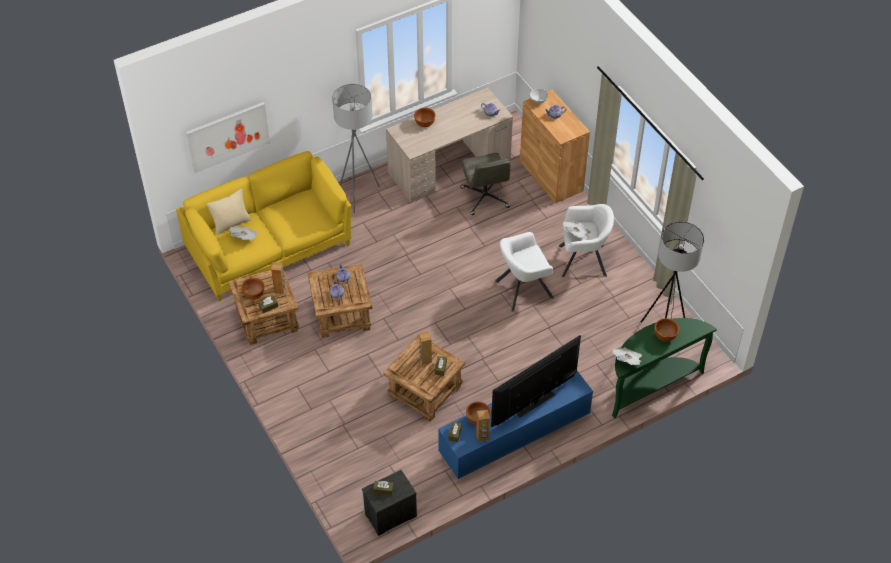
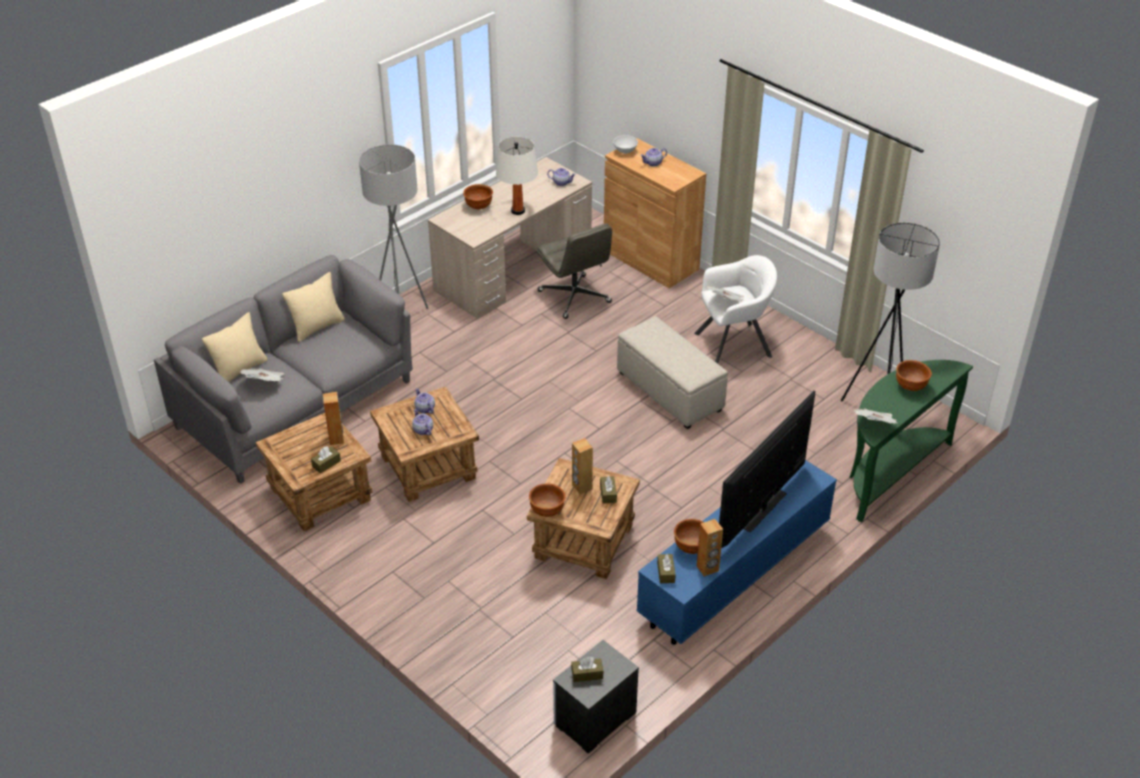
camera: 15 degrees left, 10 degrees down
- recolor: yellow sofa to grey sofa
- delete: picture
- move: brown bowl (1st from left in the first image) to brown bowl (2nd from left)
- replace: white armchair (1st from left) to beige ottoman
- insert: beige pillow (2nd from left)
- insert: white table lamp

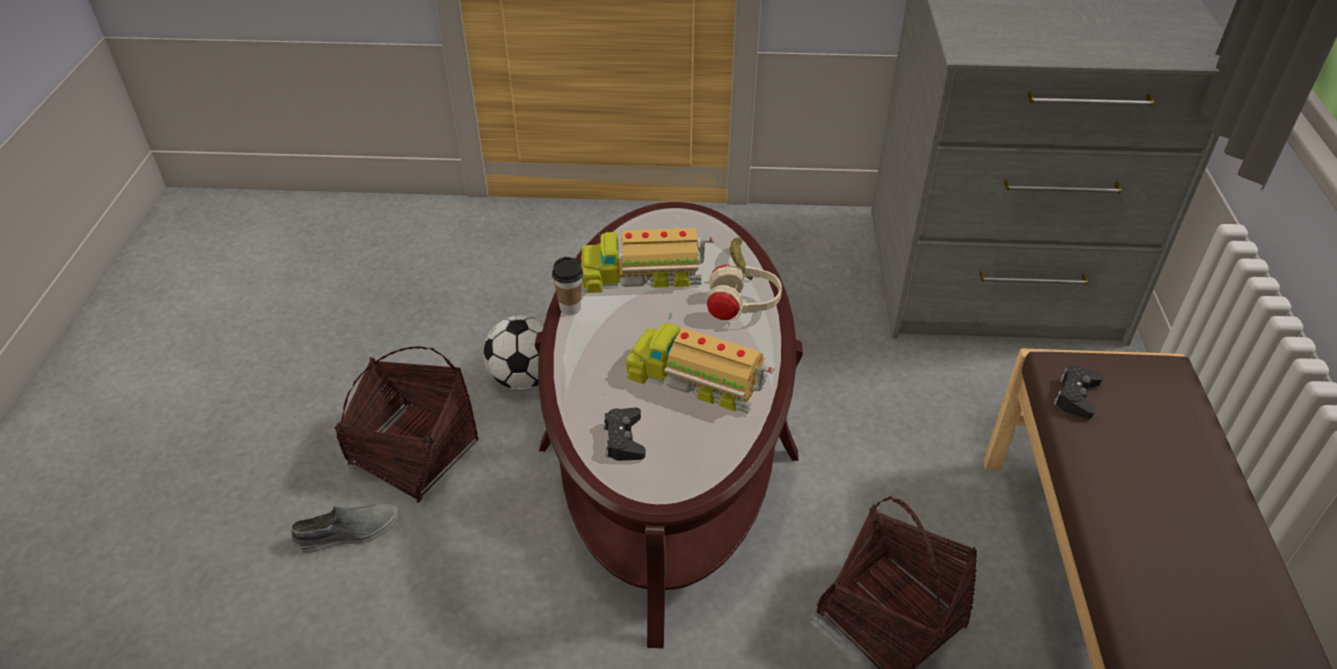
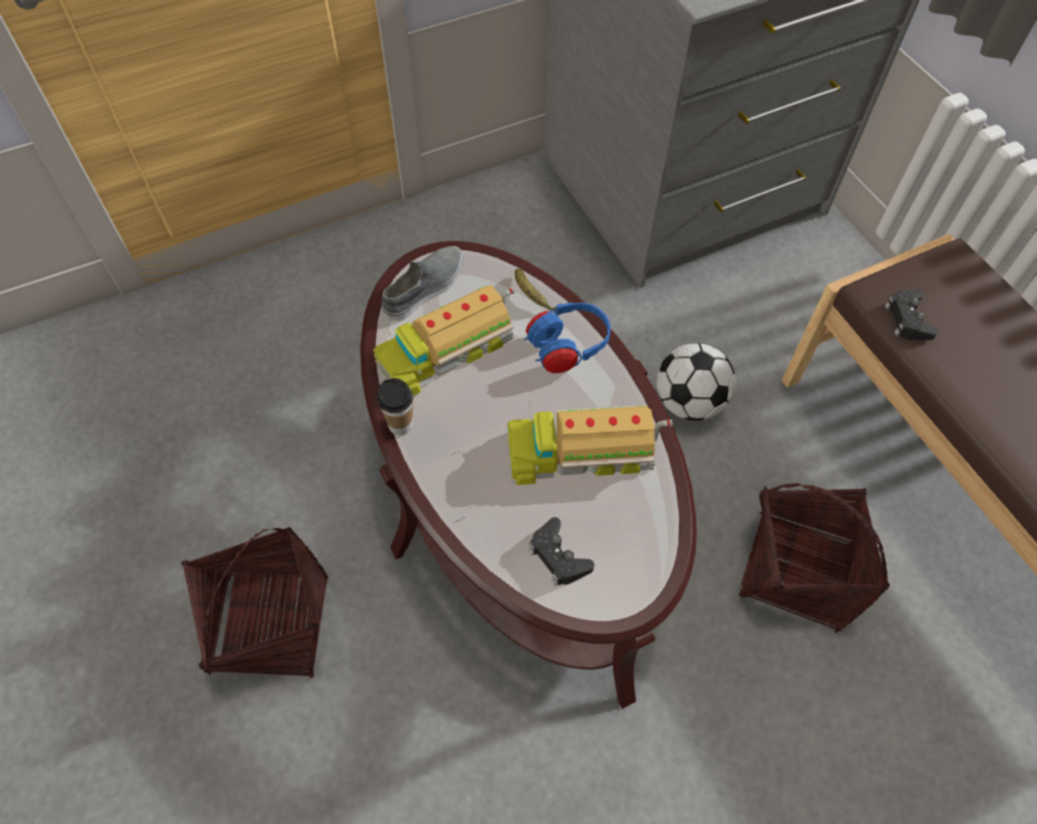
camera: 30 degrees left, 15 degrees up
- move: grey shoe
- move: football
- recolor: beige headphones to blue headphones

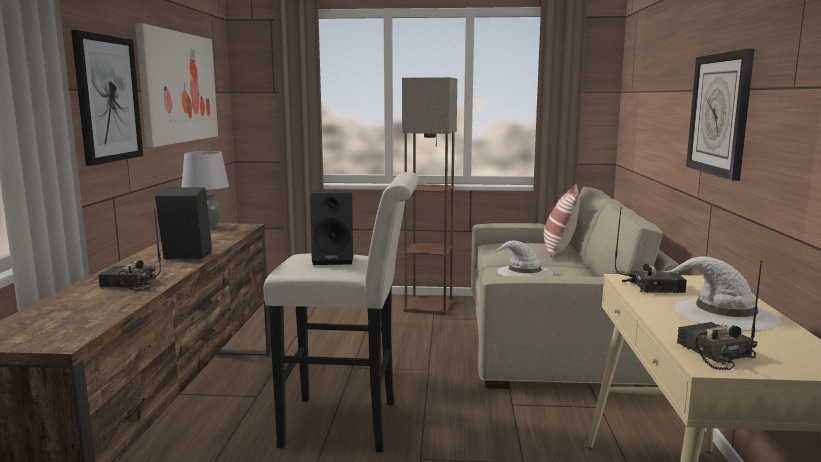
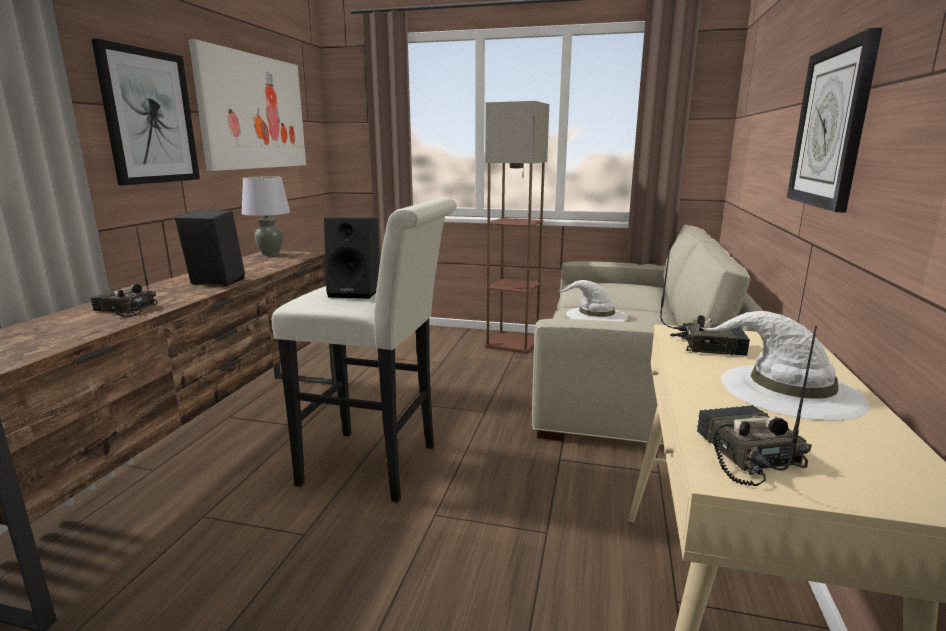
camera: 10 degrees right, 5 degrees up
- delete: pillow

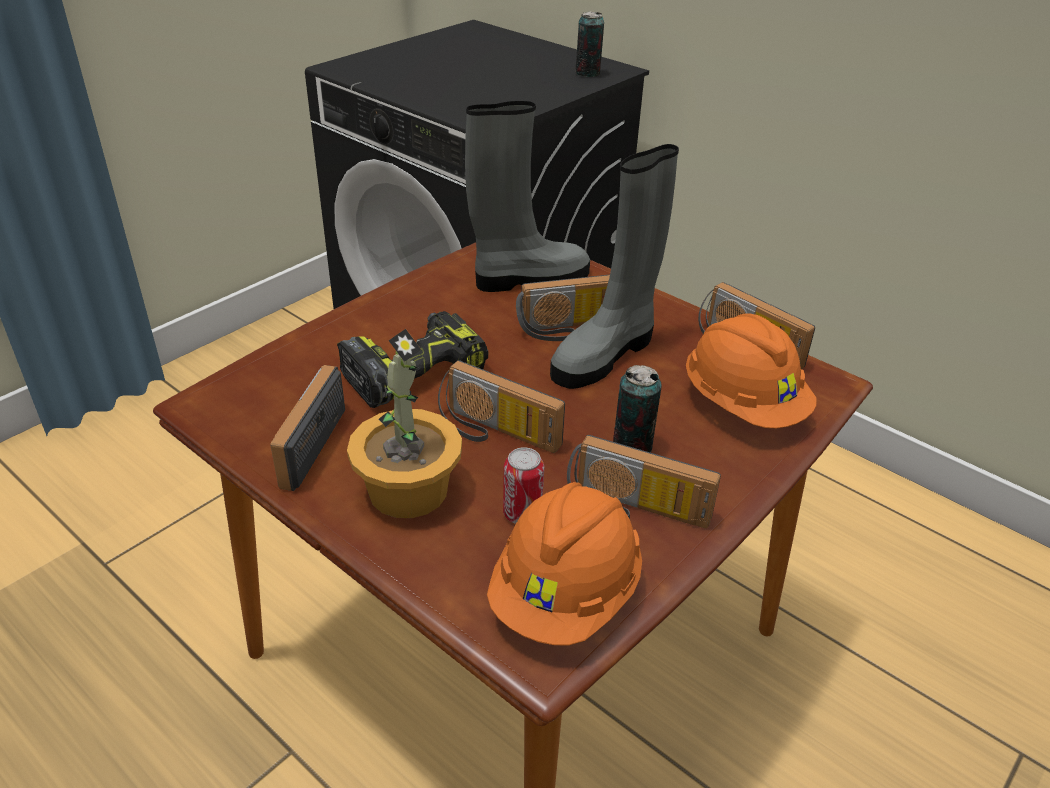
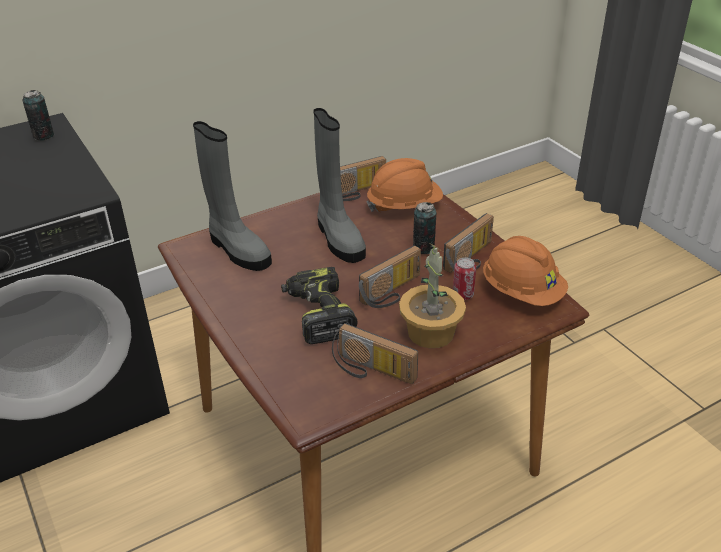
camera: 70 degrees left, 0 degrees up
- rotate: grey boot (1st from left) 135 degrees clockwise
- delete: radio (3rd from left)

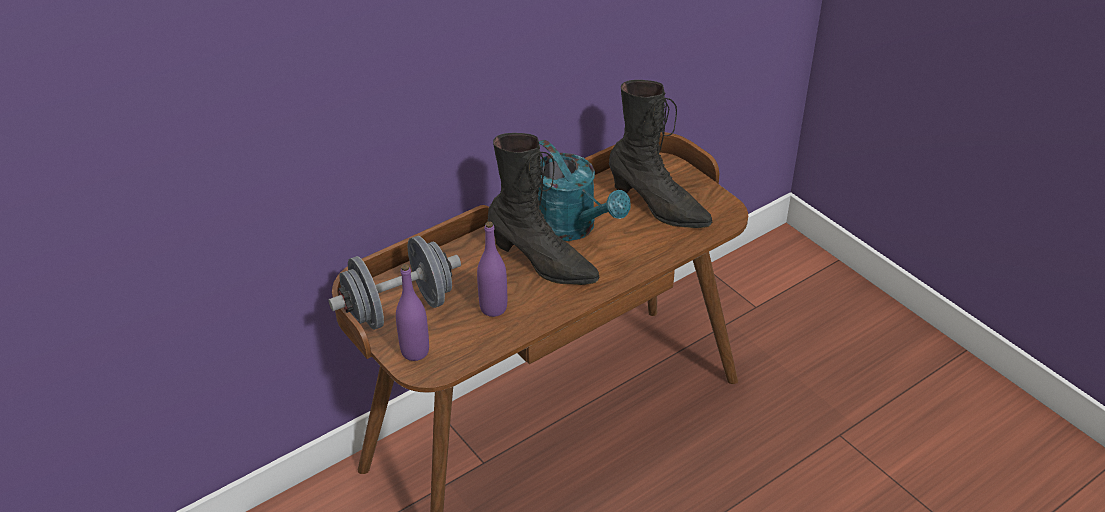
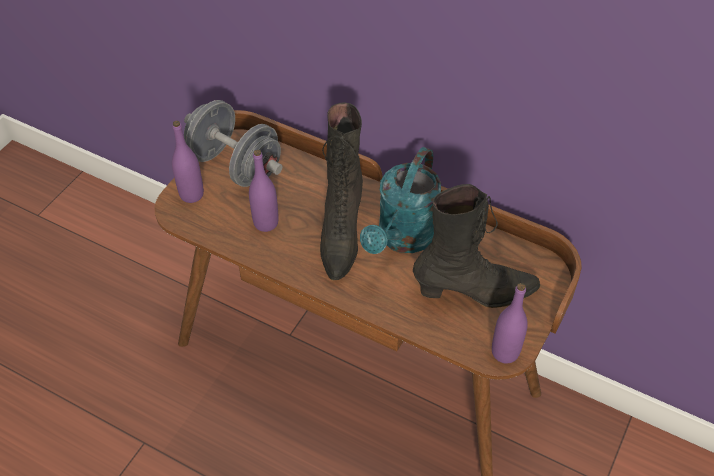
camera: 65 degrees right, 10 degrees up
- rotate: black boot (2nd from left) 105 degrees counterclockwise
- insert: purple bottle (3rd from left)

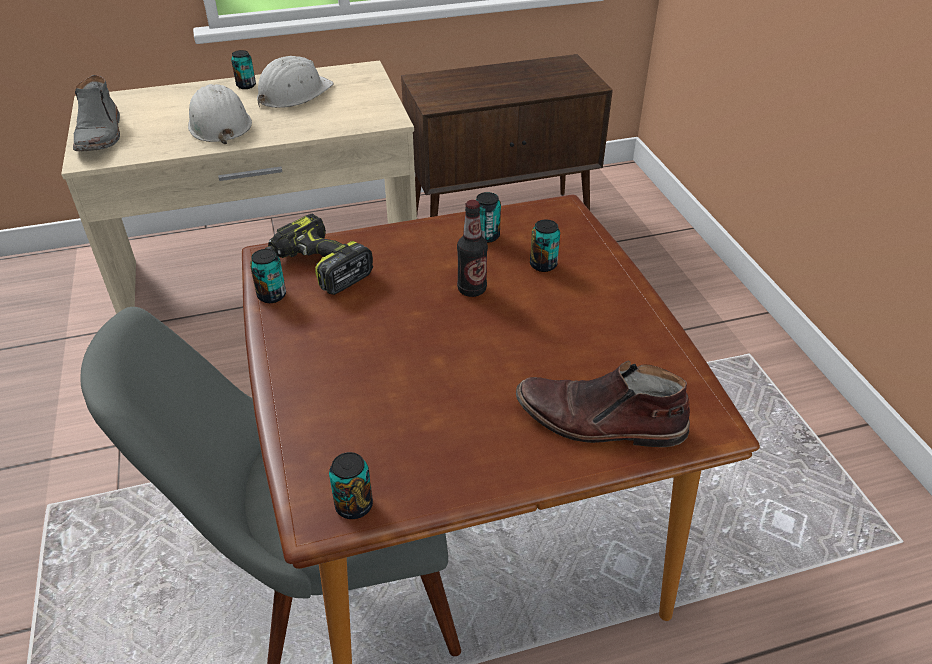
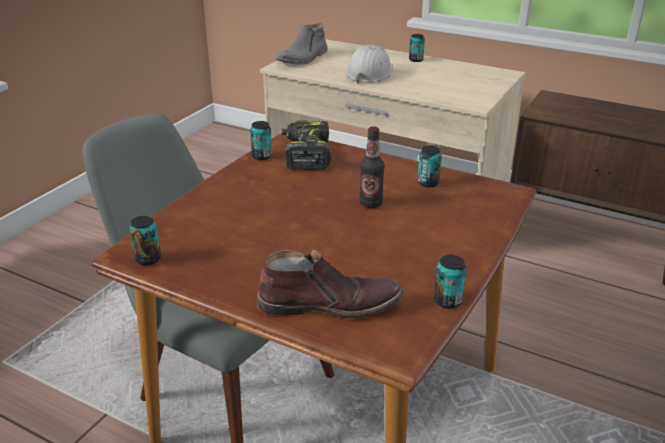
camera: 45 degrees right, 10 degrees down
- delete: white hard hat (2nd from left)
- rotate: brown boot 120 degrees clockwise
- move: can (5th from left)

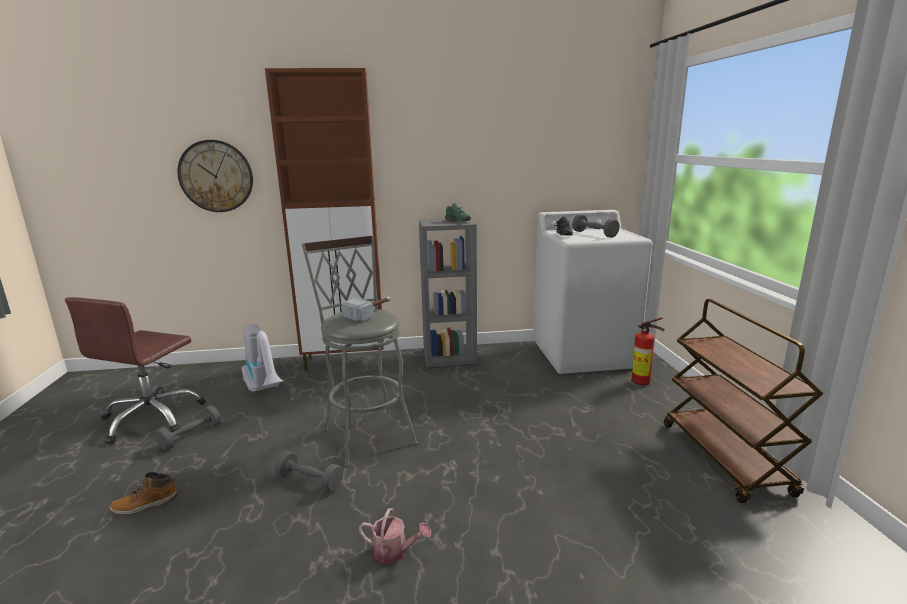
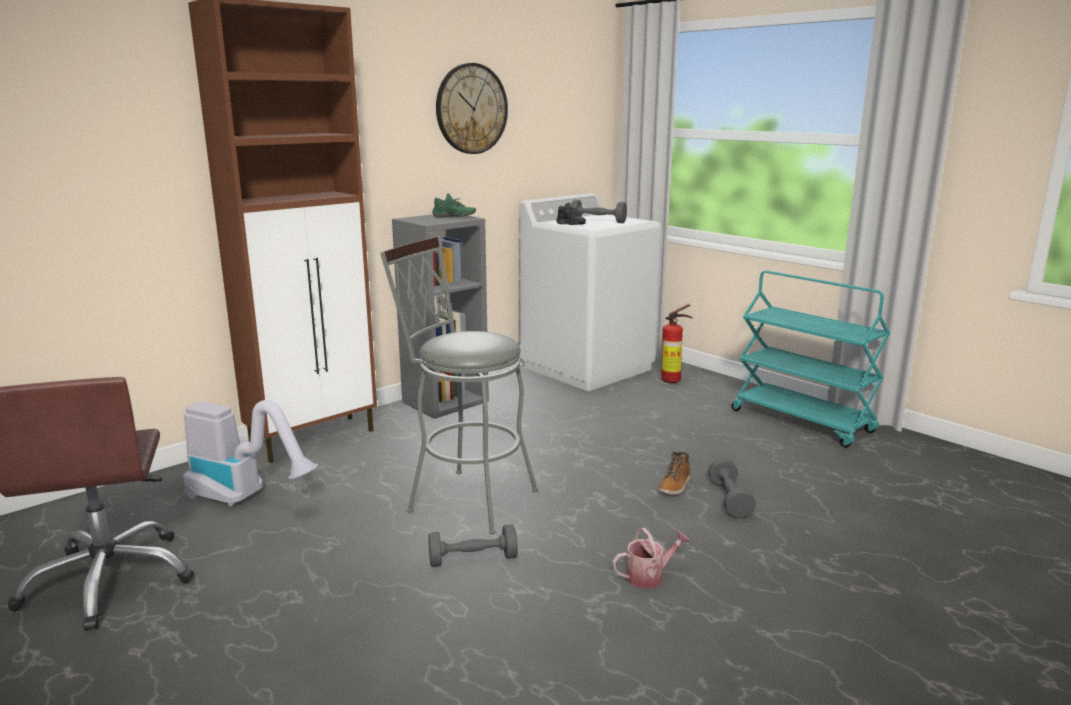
camera: 35 degrees left, 0 degrees up
- move: boot
- move: grey dumbbell (1st from left in the first image) to grey dumbbell (3rd from left)
- move: wall clock
- delete: hammer
- recolor: brown cart to turquoise cart

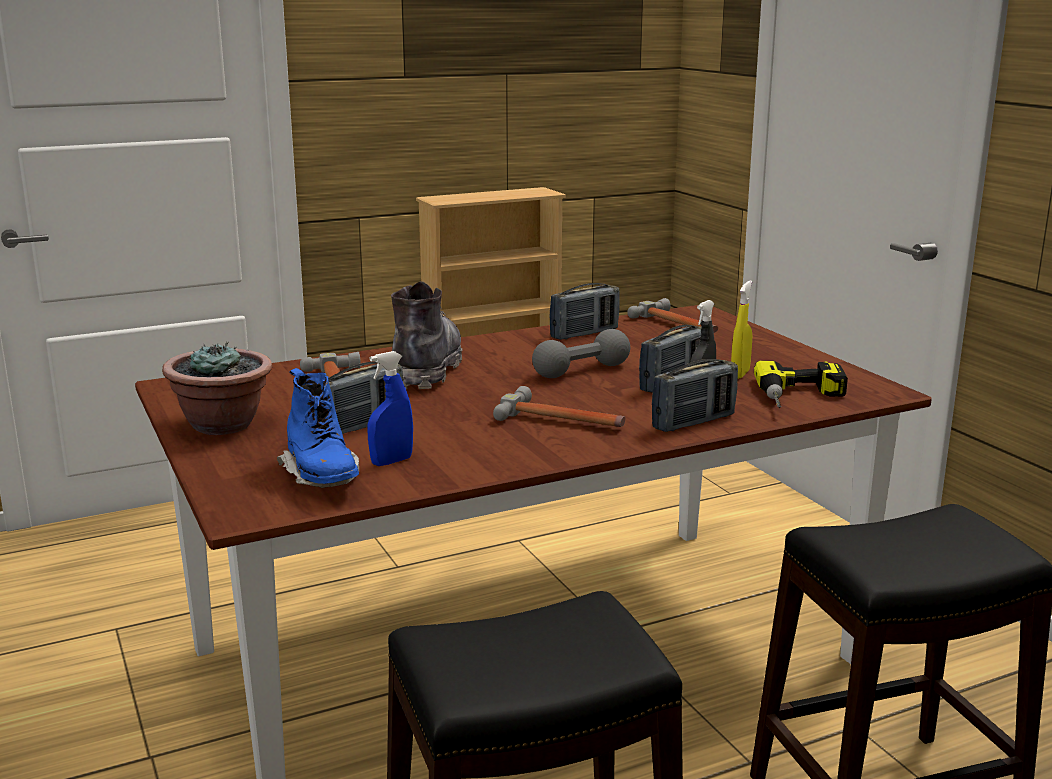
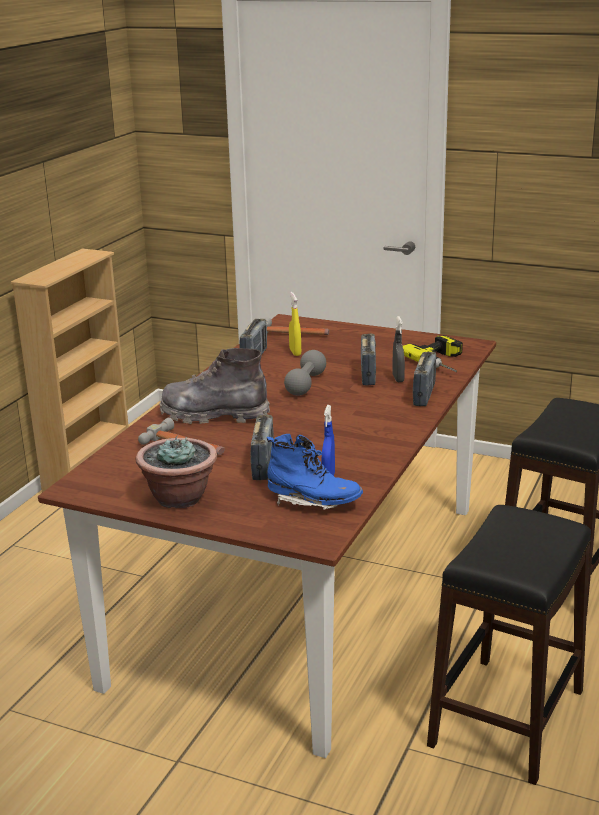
camera: 40 degrees left, 5 degrees up
- rotate: grey boot 45 degrees counterclockwise
- delete: hammer (2nd from left)
- move: yellow spray bottle

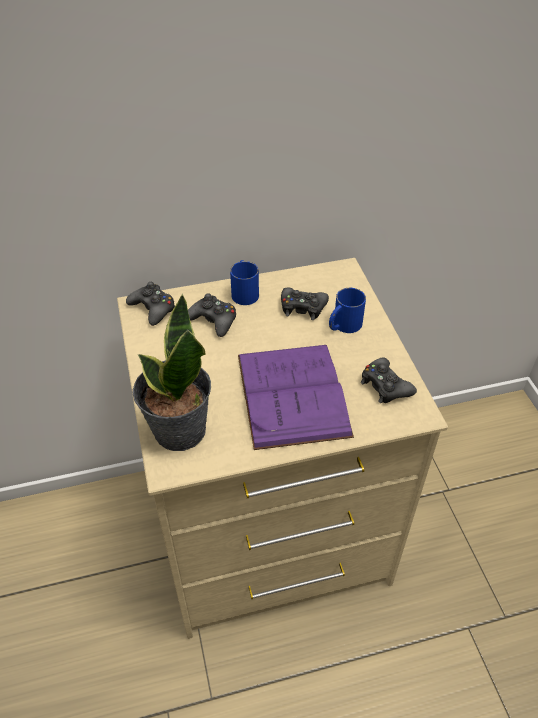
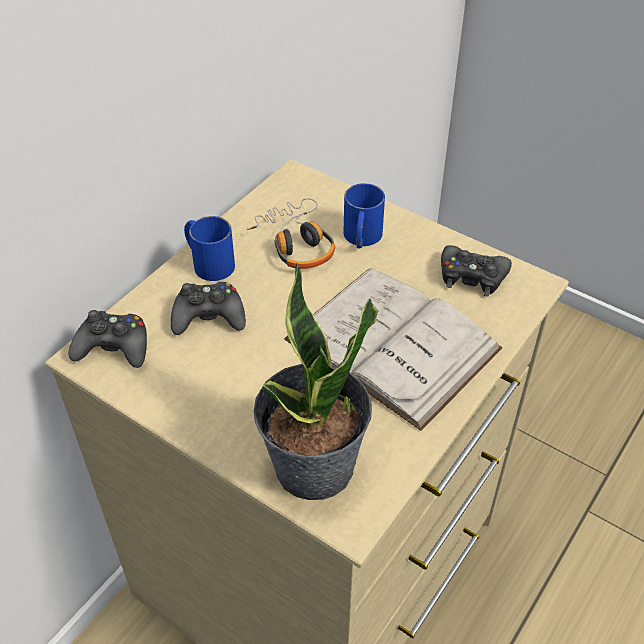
camera: 40 degrees left, 0 degrees up
- recolor: purple book to white book
- replace: black game controller (3rd from left) to headphones

